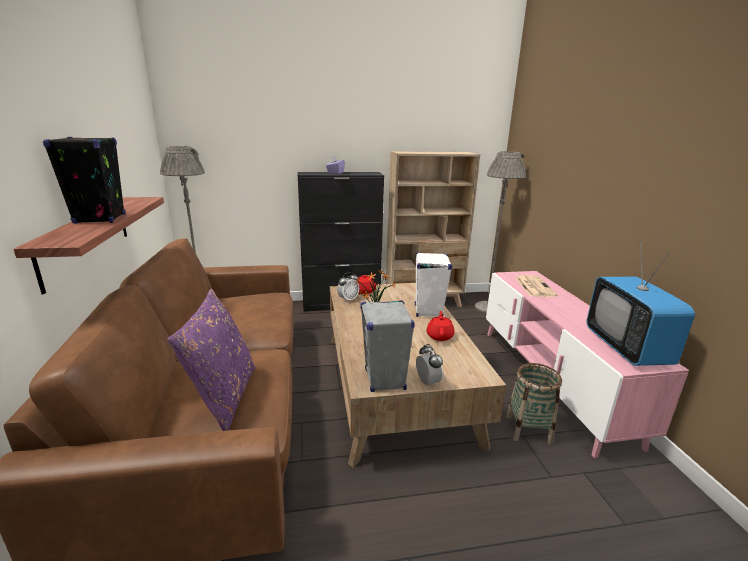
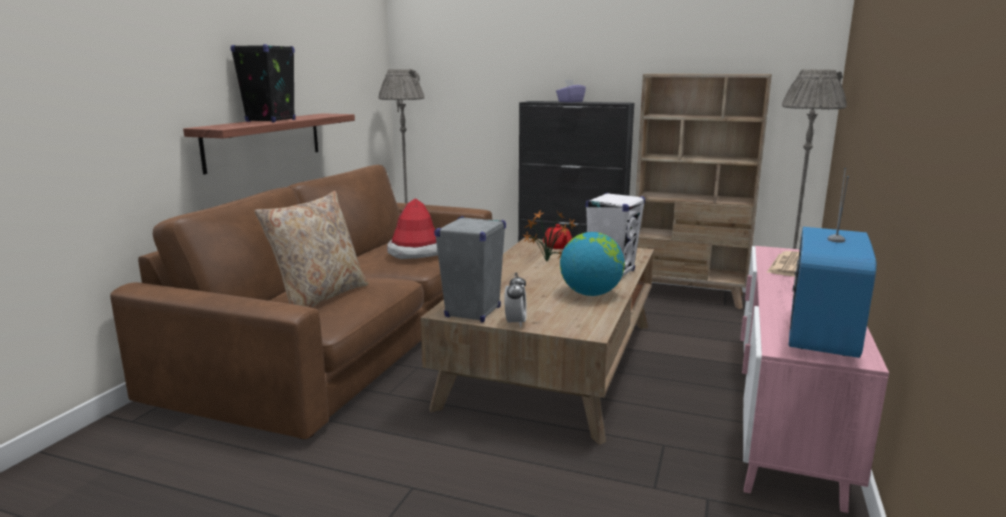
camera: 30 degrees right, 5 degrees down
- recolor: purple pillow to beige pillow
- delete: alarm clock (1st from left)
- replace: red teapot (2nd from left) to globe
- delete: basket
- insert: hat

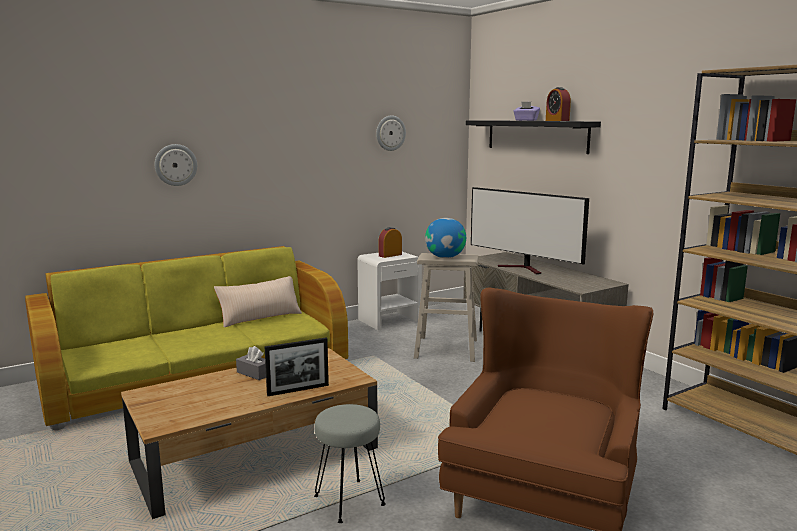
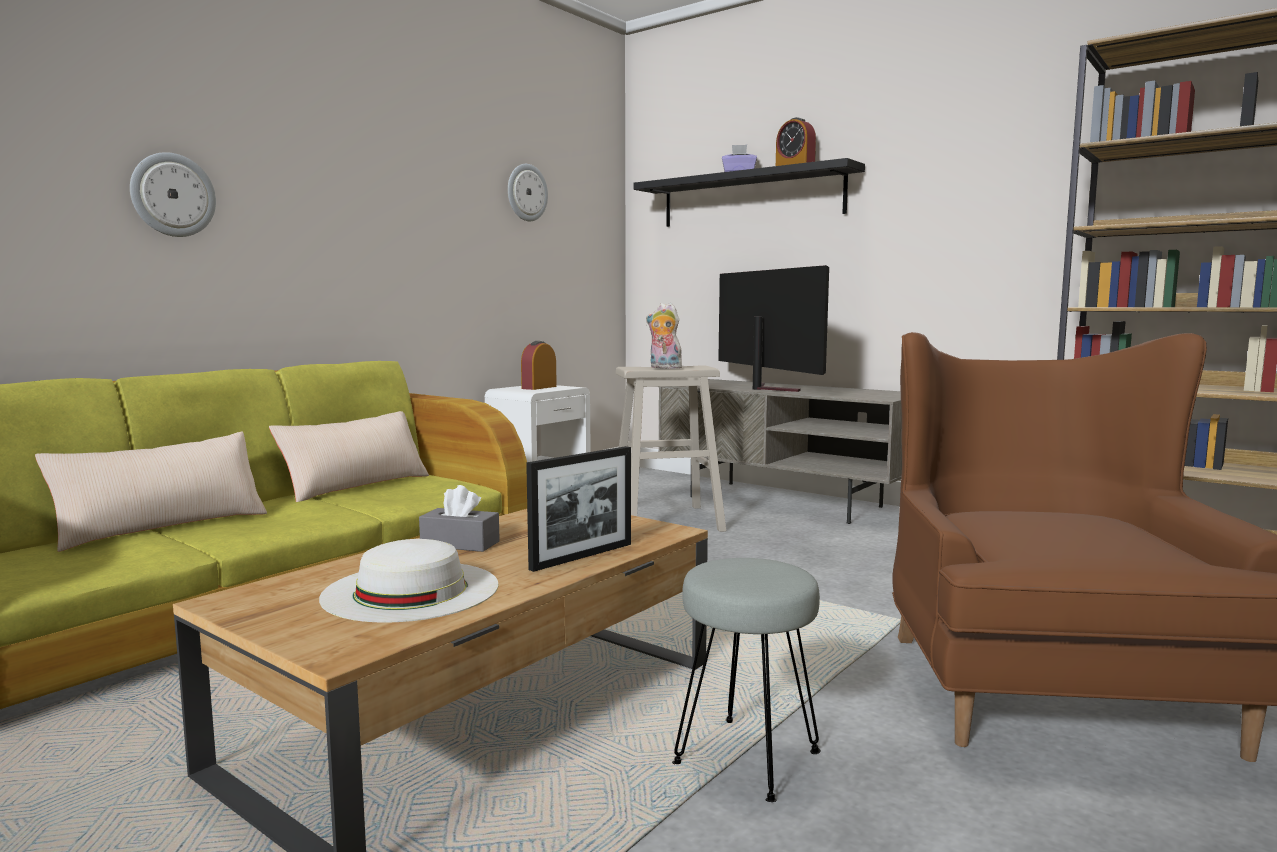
camera: 20 degrees left, 5 degrees down
- replace: globe to plush toy
- rotate: television 135 degrees counterclockwise
- insert: beige pillow (1st from left)
- insert: white hat

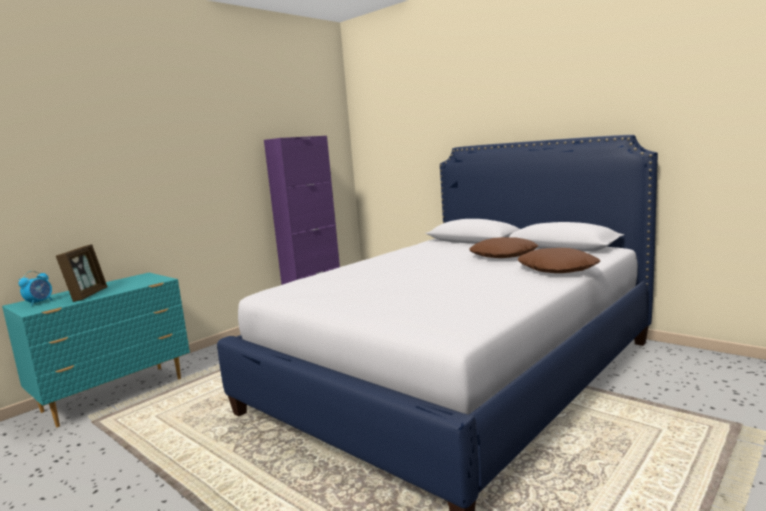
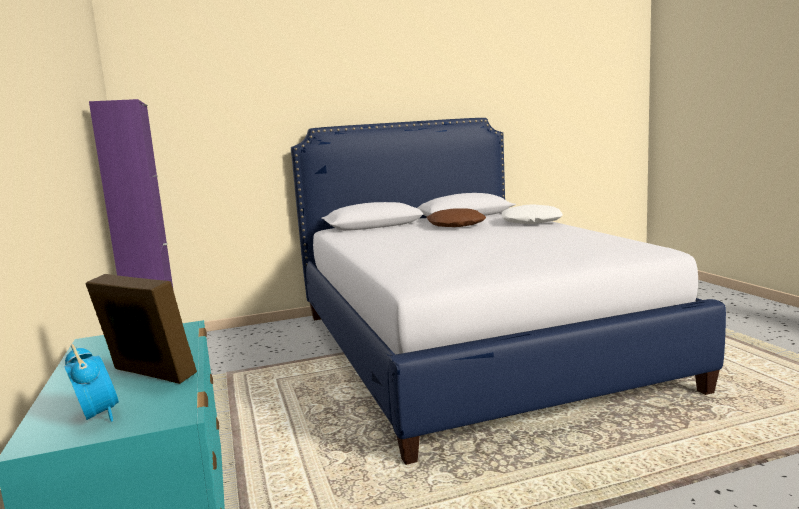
camera: 60 degrees left, 0 degrees up
- recolor: brown pillow (2nd from left) to white pillow

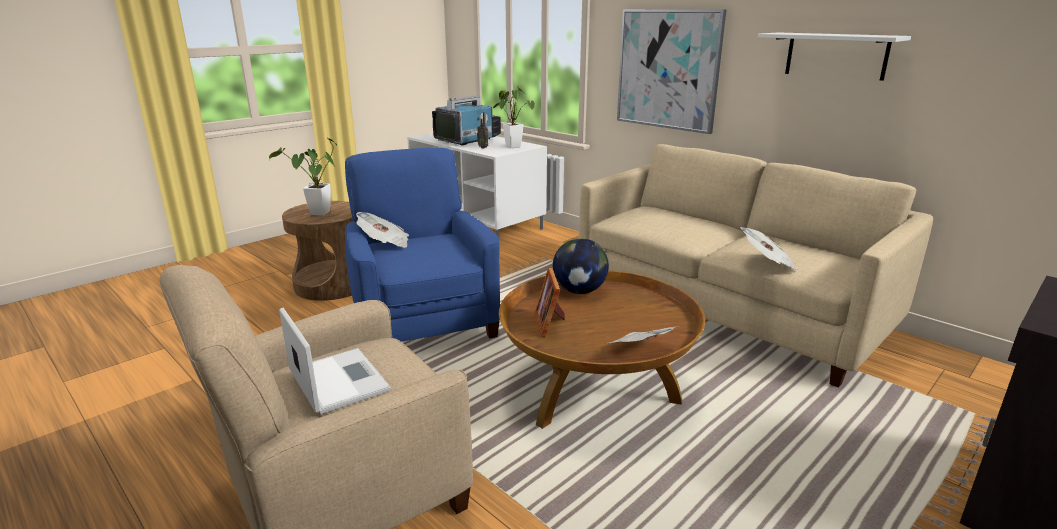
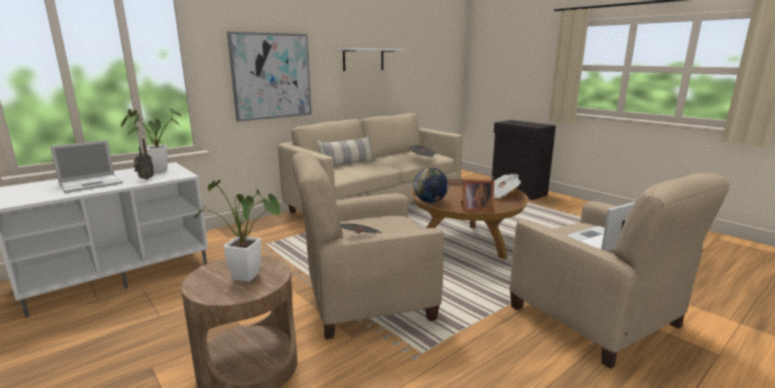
camera: 85 degrees left, 5 degrees down
- recolor: blue armchair to beige armchair (1st from left)
- replace: television to laptop (1st from left)
- insert: pillow

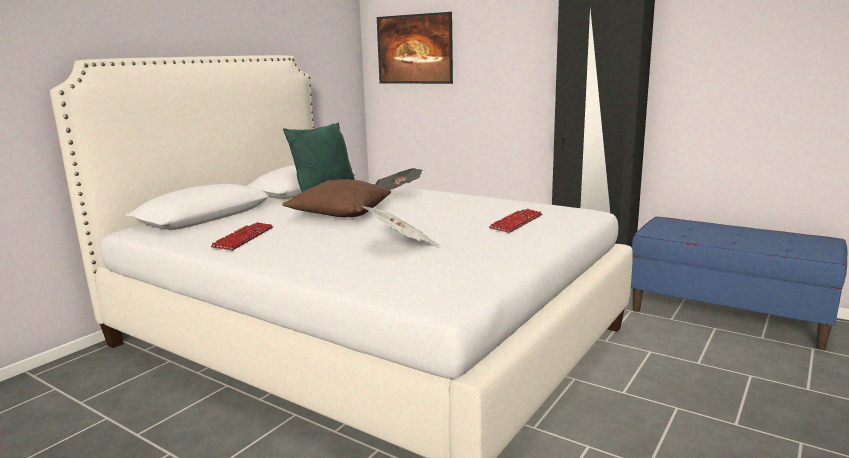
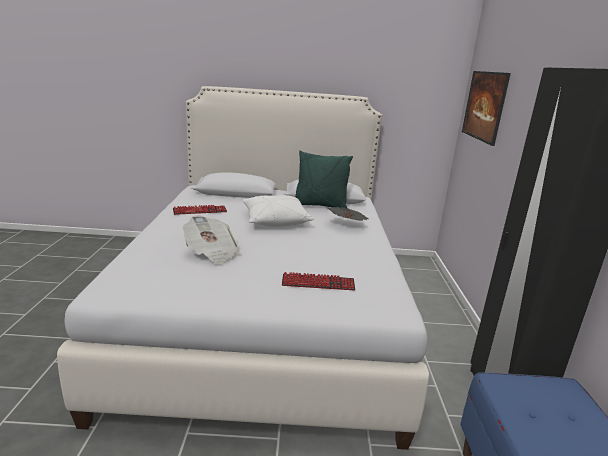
camera: 55 degrees right, 5 degrees up
- recolor: brown pillow to white pillow

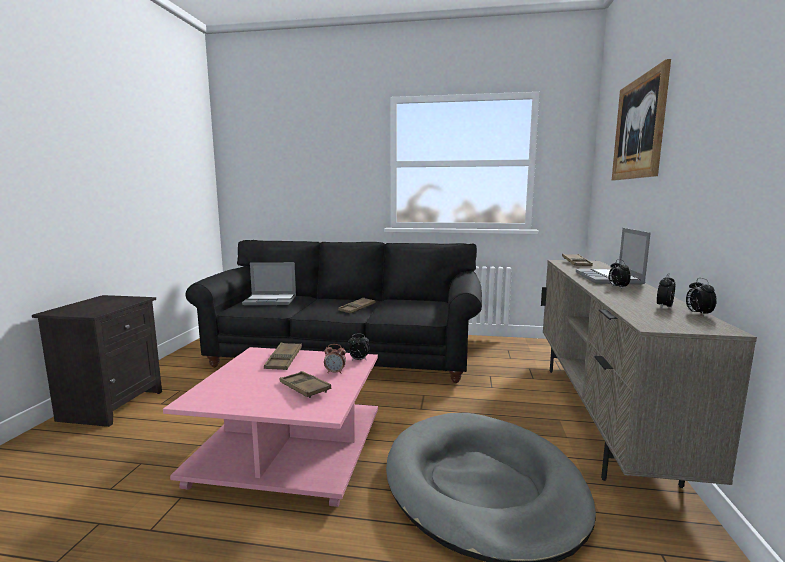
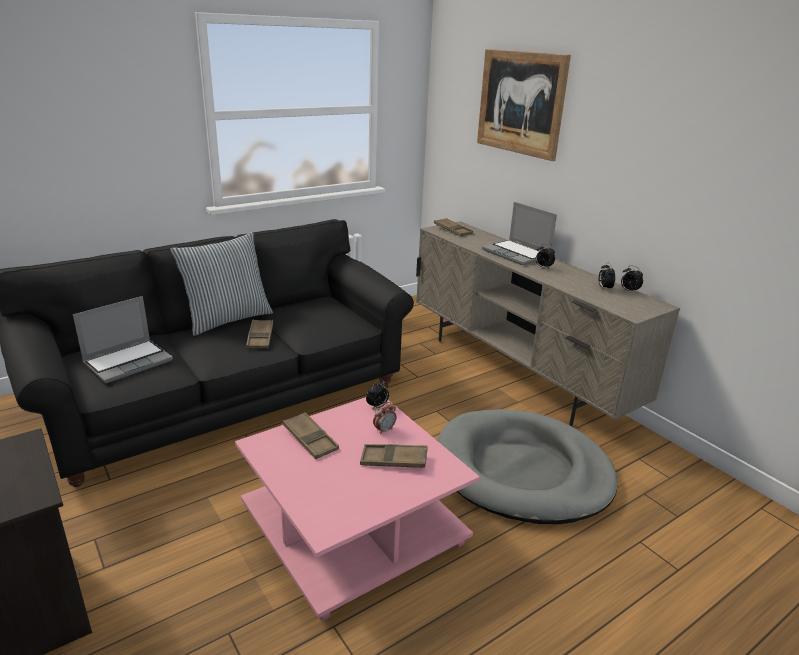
camera: 45 degrees left, 15 degrees up
- insert: pillow

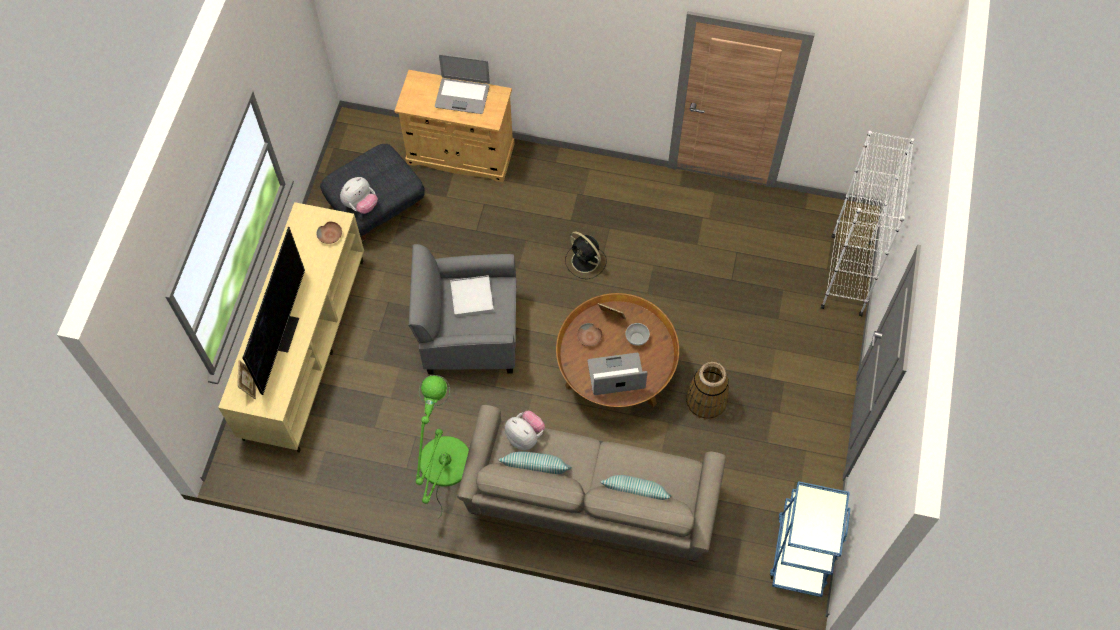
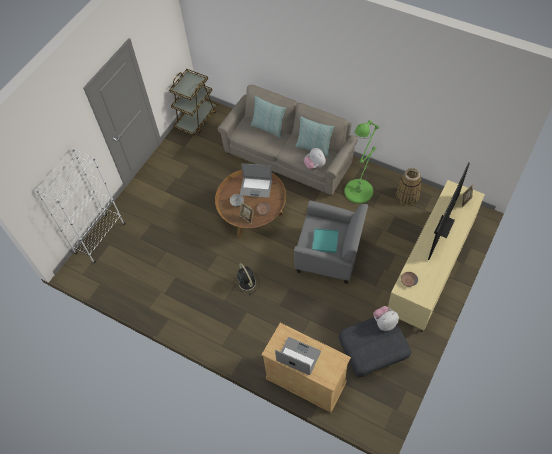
camera: 160 degrees left, 5 degrees down
- recolor: white tray to turquoise tray
- move: basket
- recolor: blue cart to brown cart

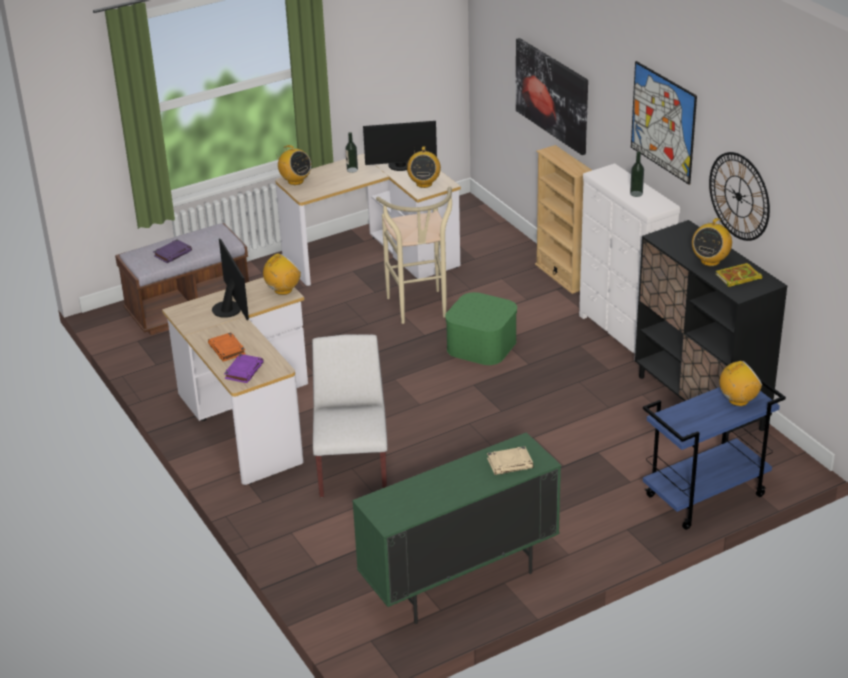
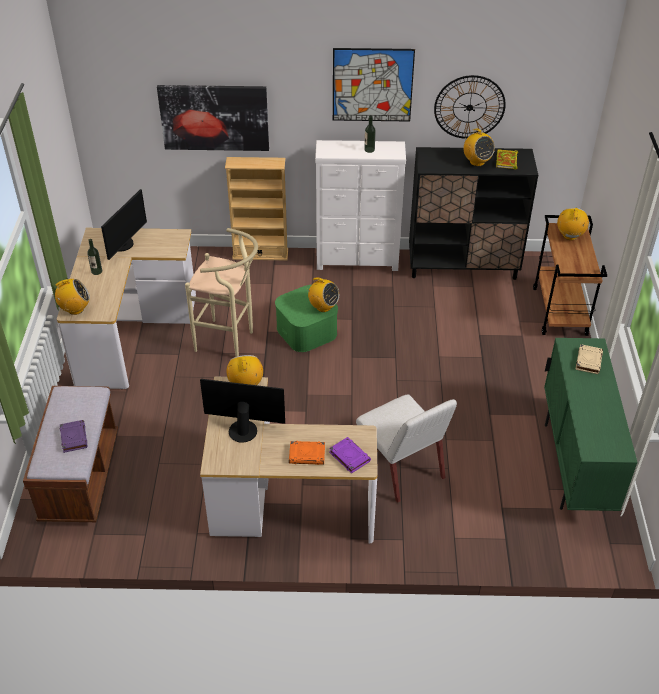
camera: 60 degrees left, 10 degrees up
- rotate: white chair 150 degrees counterclockwise
- move: radio (3rd from left)
- recolor: blue cart to brown cart

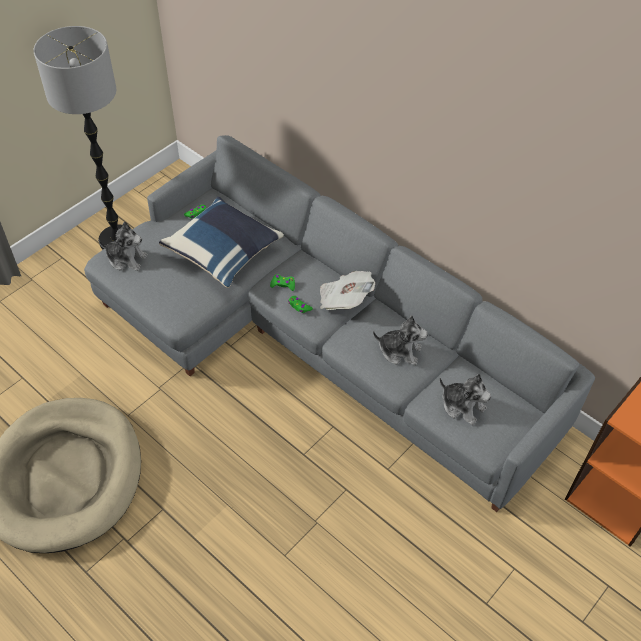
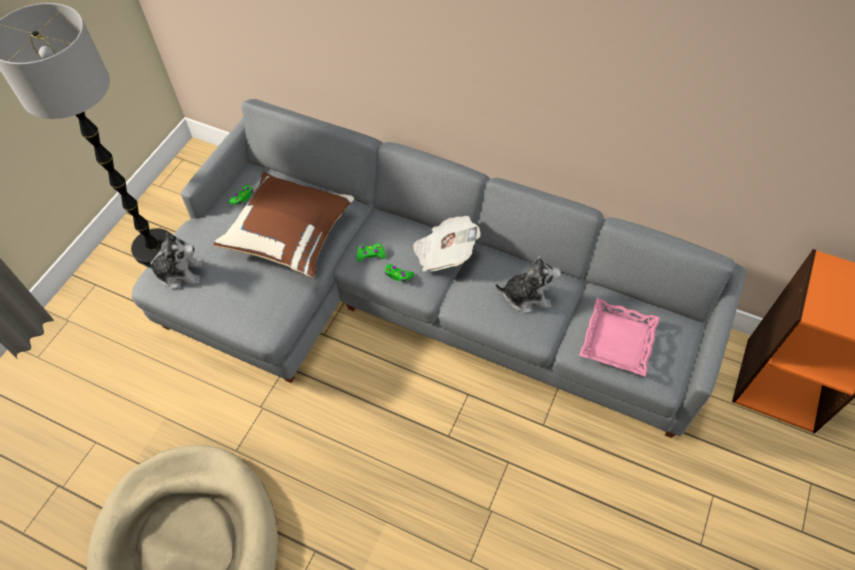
camera: 15 degrees left, 5 degrees up
- recolor: blue pillow to brown pillow
- replace: plush toy (3rd from left) to pink tray

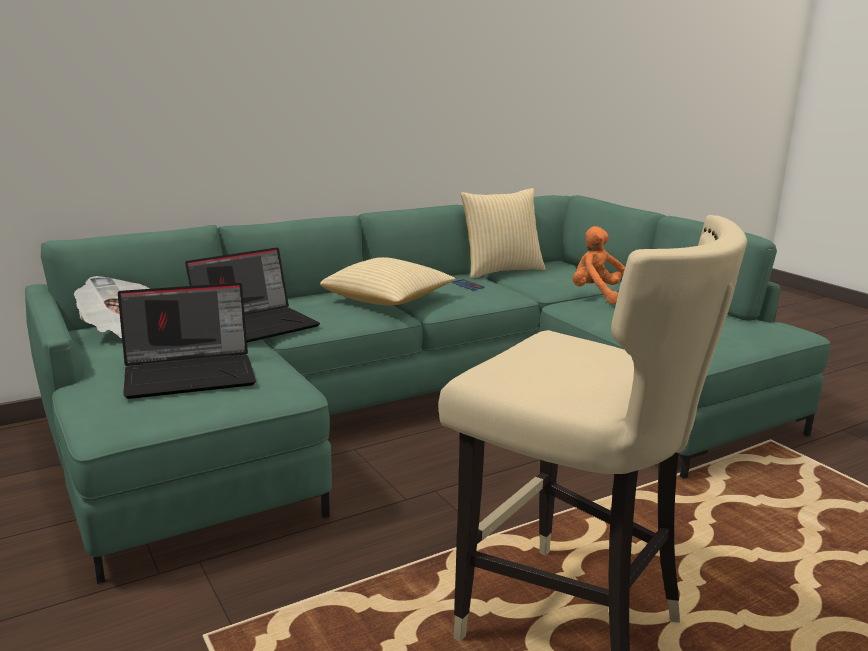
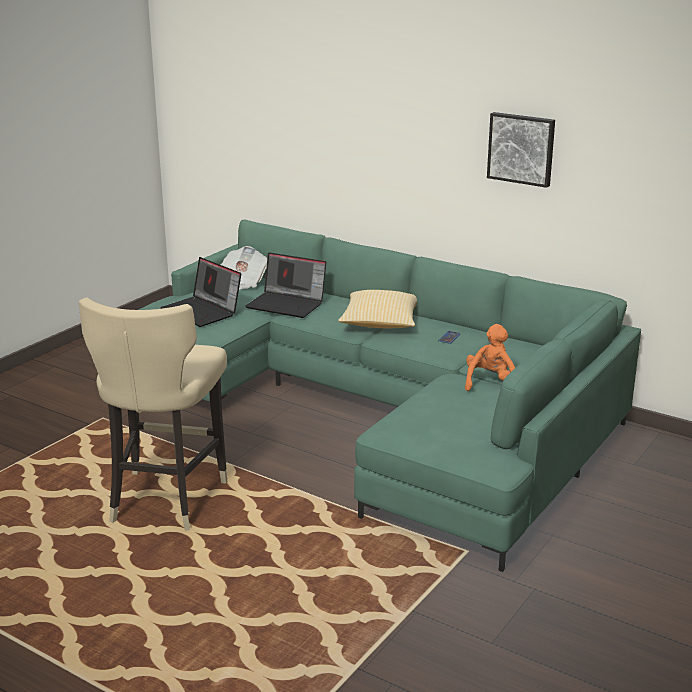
camera: 65 degrees right, 5 degrees up
- delete: pillow (2nd from left)
- insert: picture

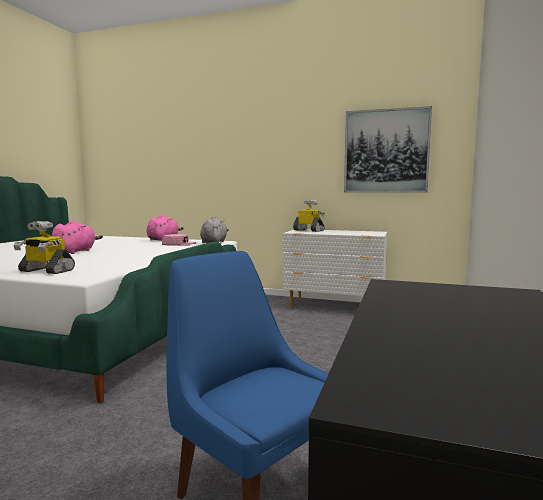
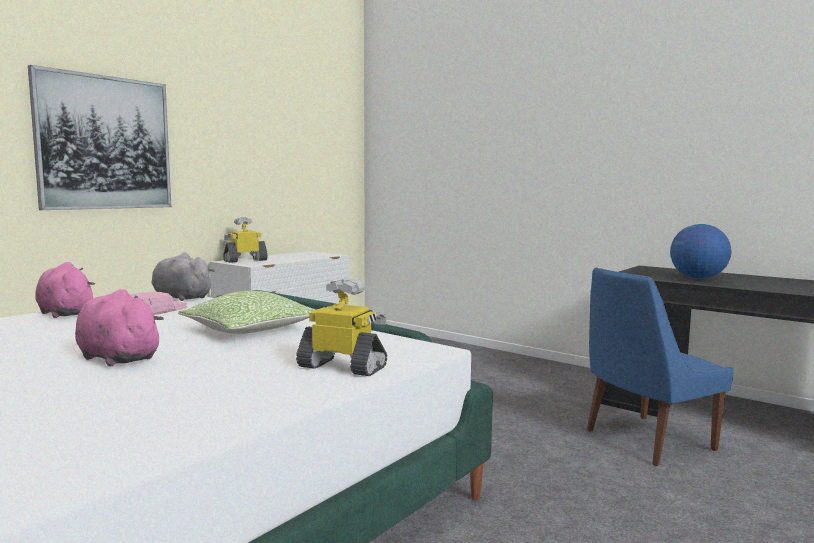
camera: 70 degrees left, 0 degrees up
- rotate: toy robot (1st from left in the first image) 105 degrees counterclockwise
- move: picture
- insert: pillow
- insert: globe

